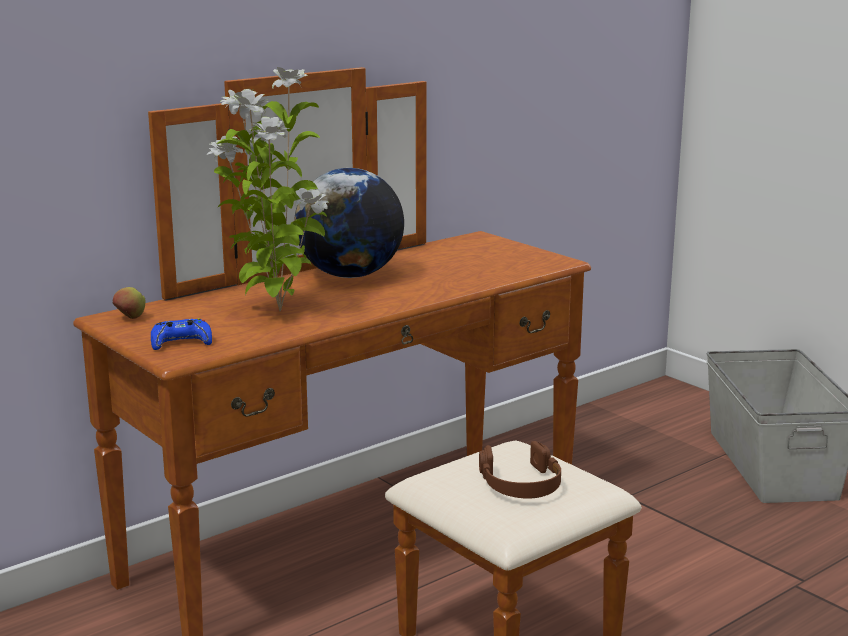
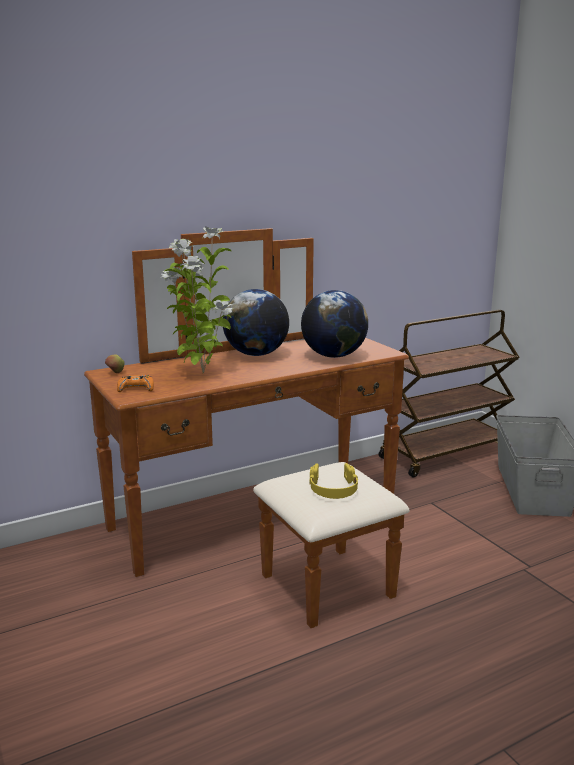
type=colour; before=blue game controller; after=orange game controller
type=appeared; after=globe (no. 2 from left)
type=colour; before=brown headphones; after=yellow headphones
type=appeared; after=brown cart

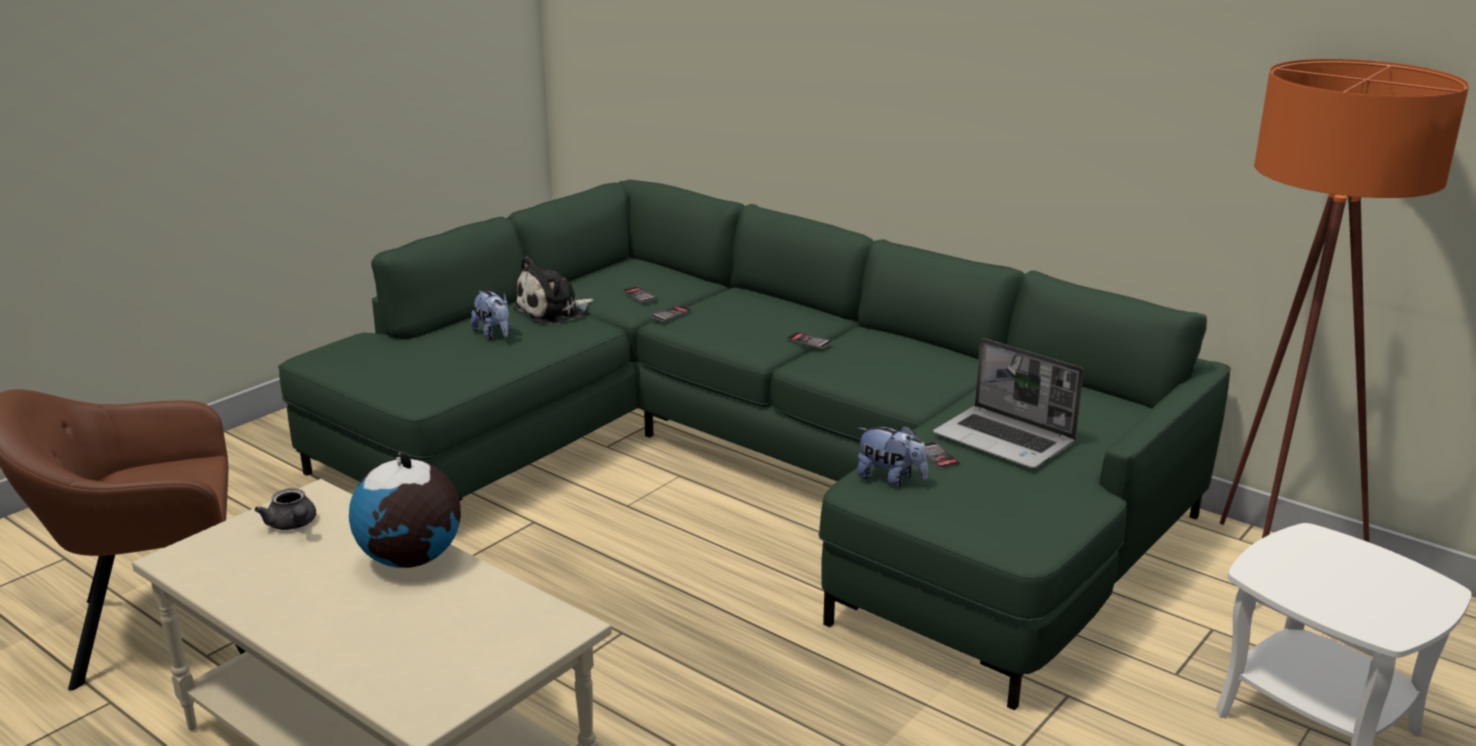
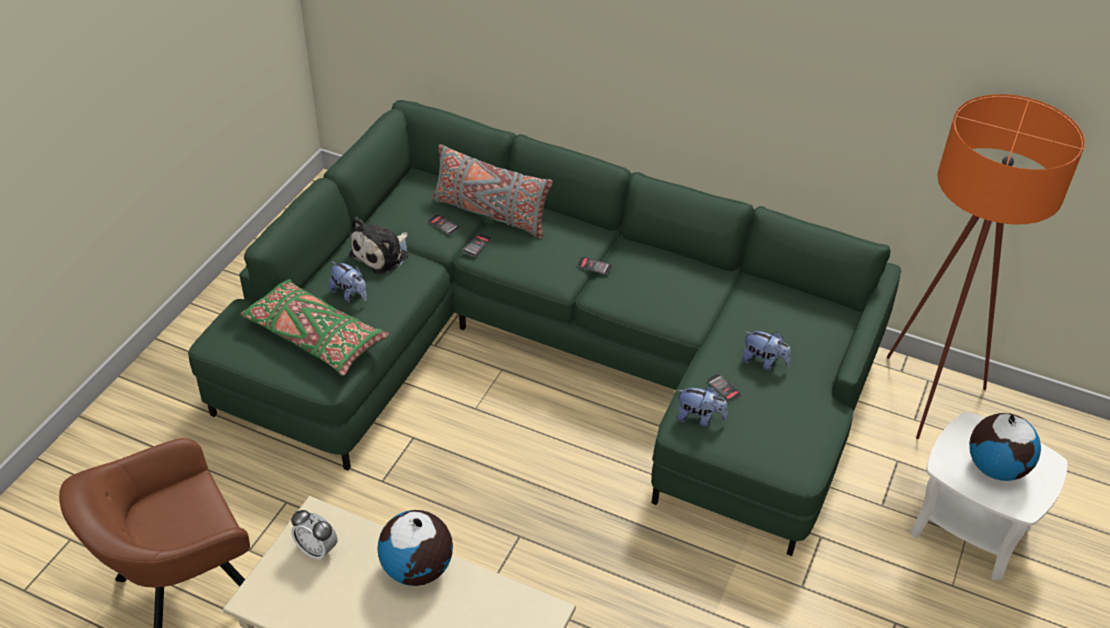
type=appeared; after=green pillow
type=exchanged; before=grey teapot; after=alarm clock
type=appeared; after=grey pillow
type=exchanged; before=laptop; after=plush toy (no. 4 from left)
type=appeared; after=globe (no. 2 from left)

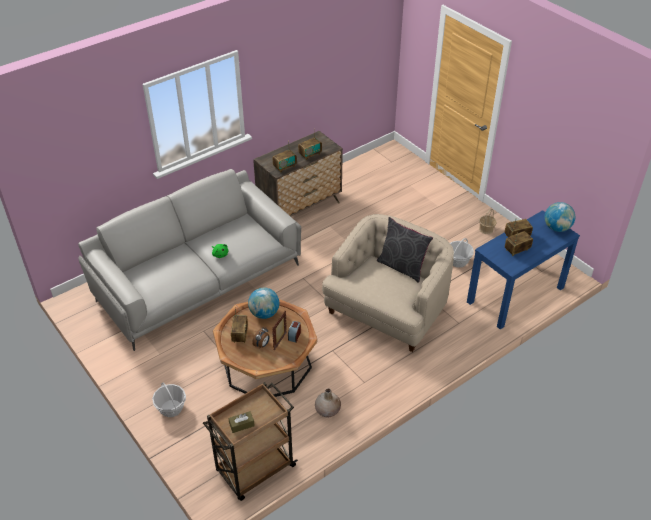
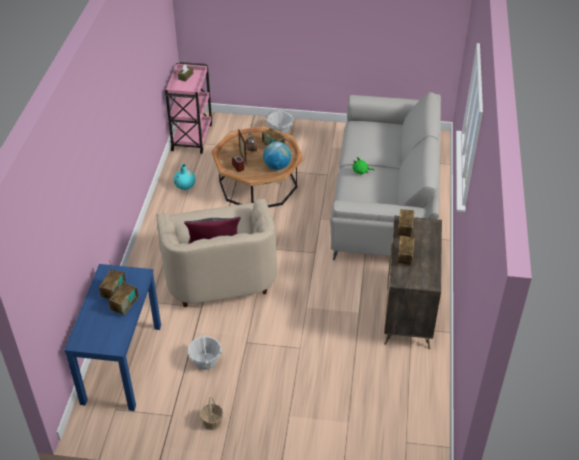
type=colour; before=brown cart; after=pink cart
type=colour; before=beige vase; after=turquoise vase
type=missing; before=globe (no. 2 from left)

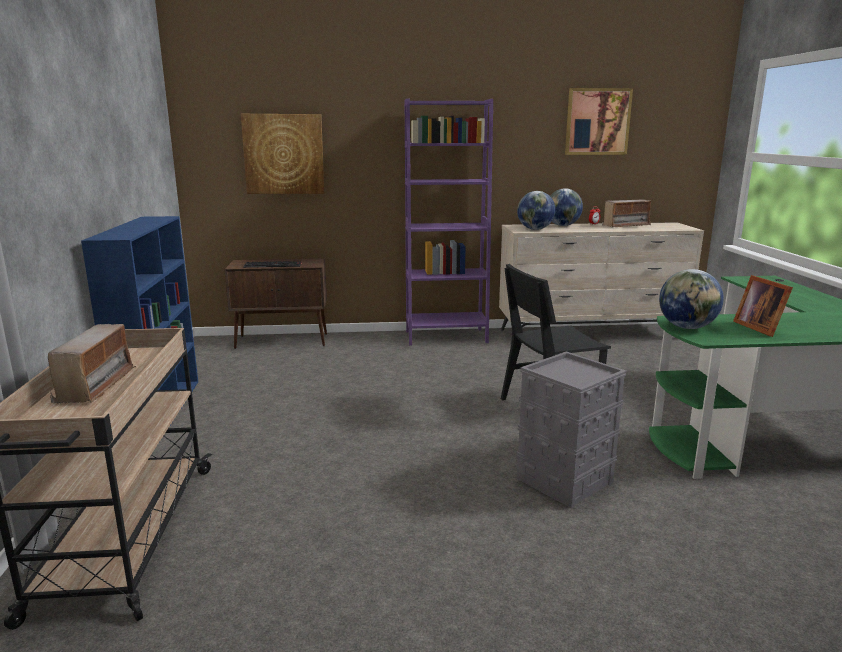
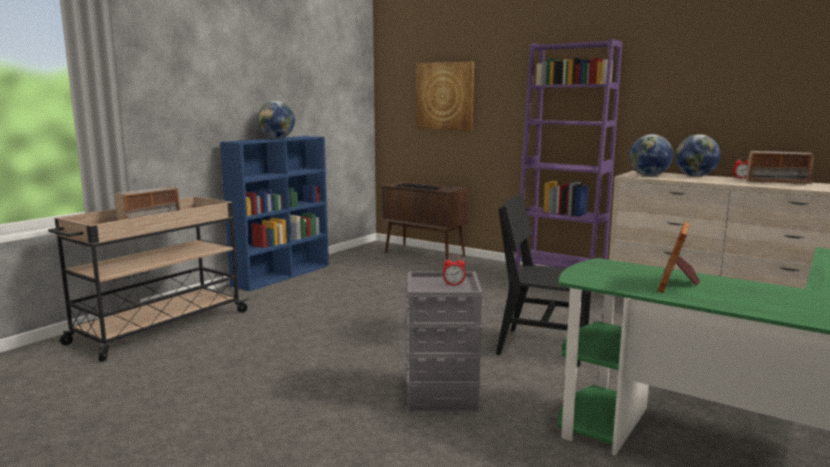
type=relocated; before=globe (no. 3 from left in the first image); after=globe (no. 1 from left)
type=appeared; after=alarm clock (no. 1 from left)
type=missing; before=picture (no. 2 from left)

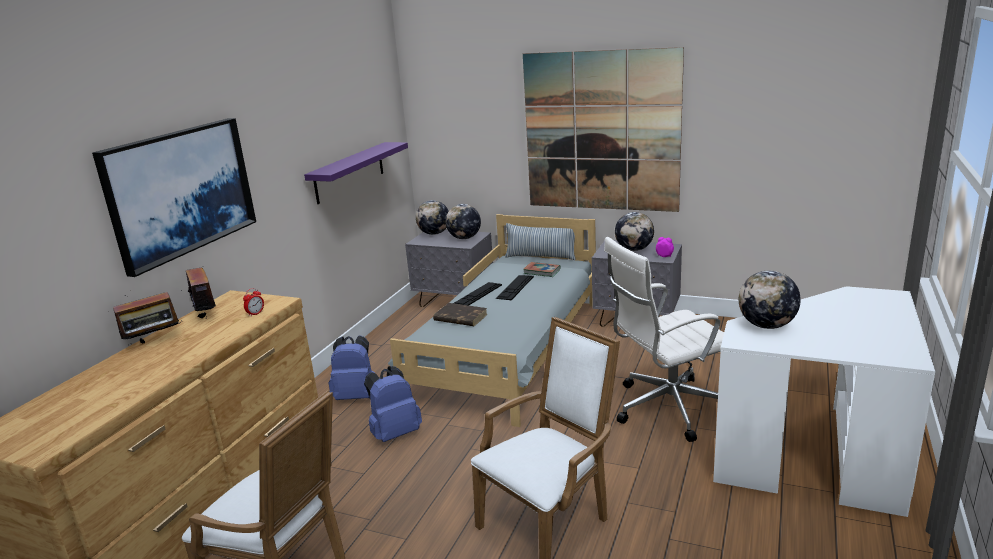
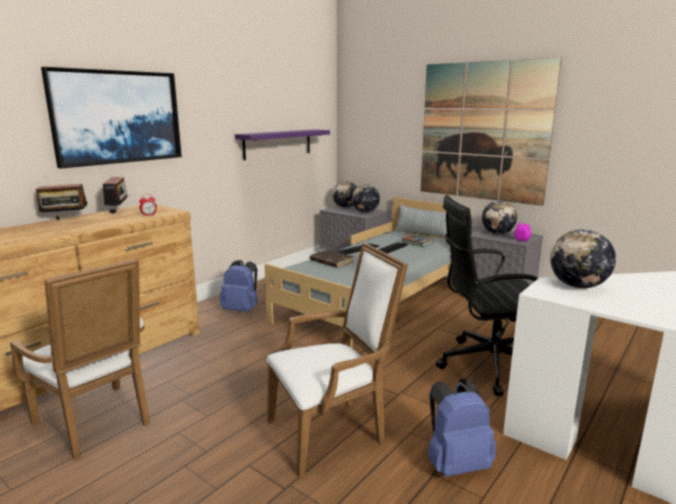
type=relocated; before=blue backpack (no. 2 from left)
type=colour; before=white office chair; after=black office chair

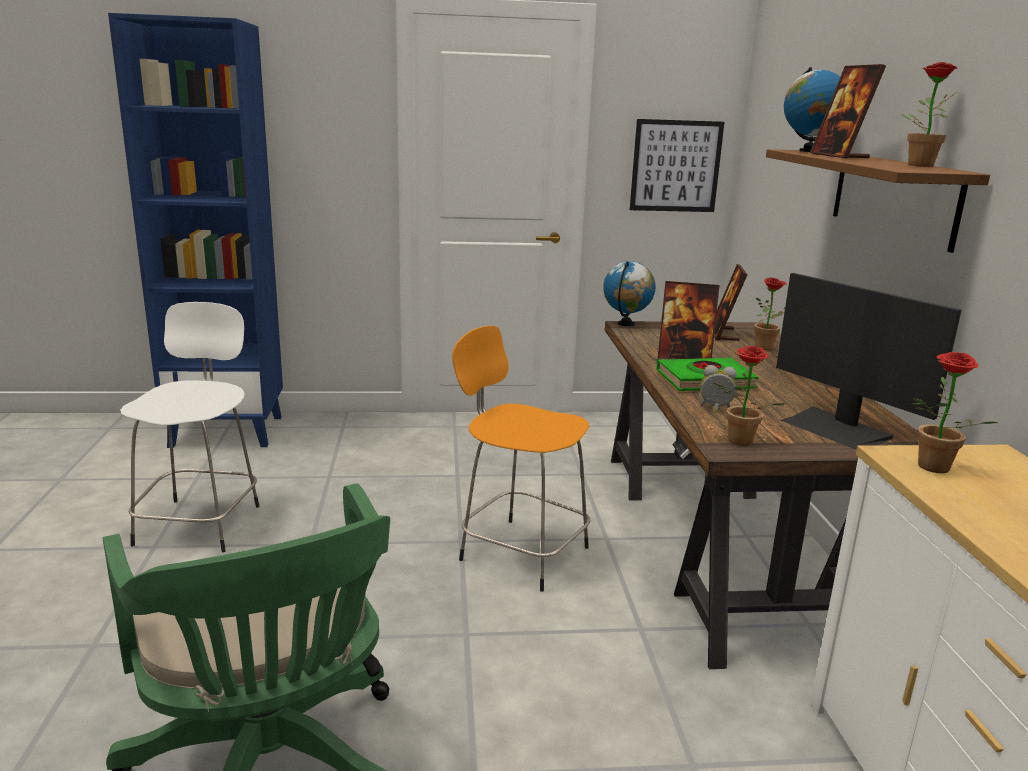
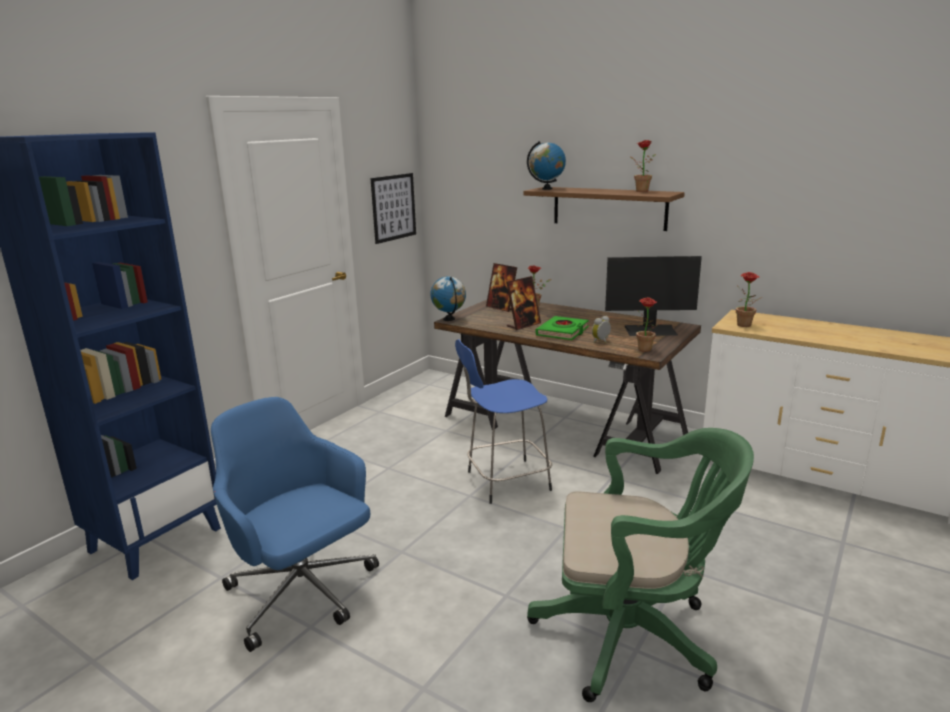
type=exchanged; before=white stool; after=blue office chair
type=colour; before=orange stool; after=blue stool
type=missing; before=picture frame (no. 3 from left)

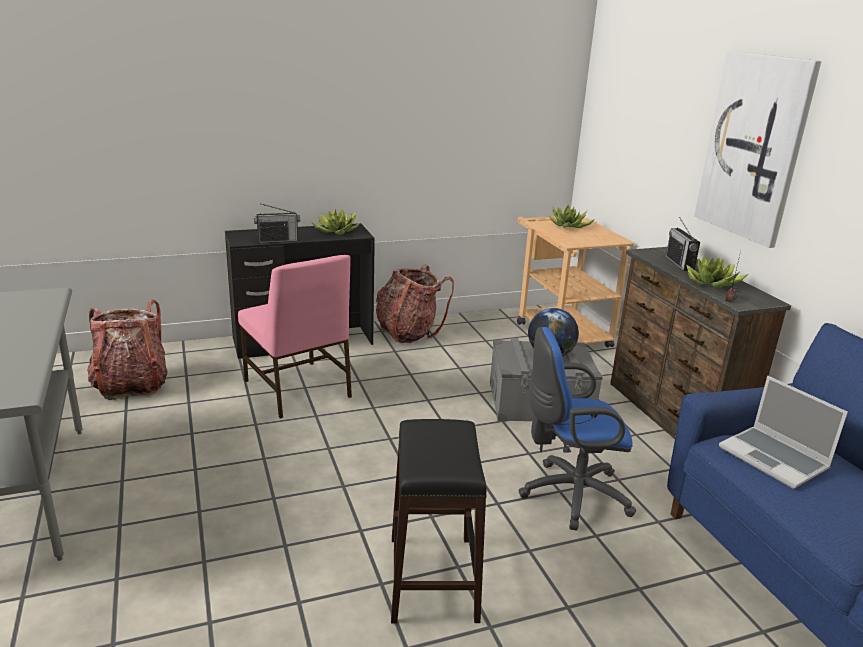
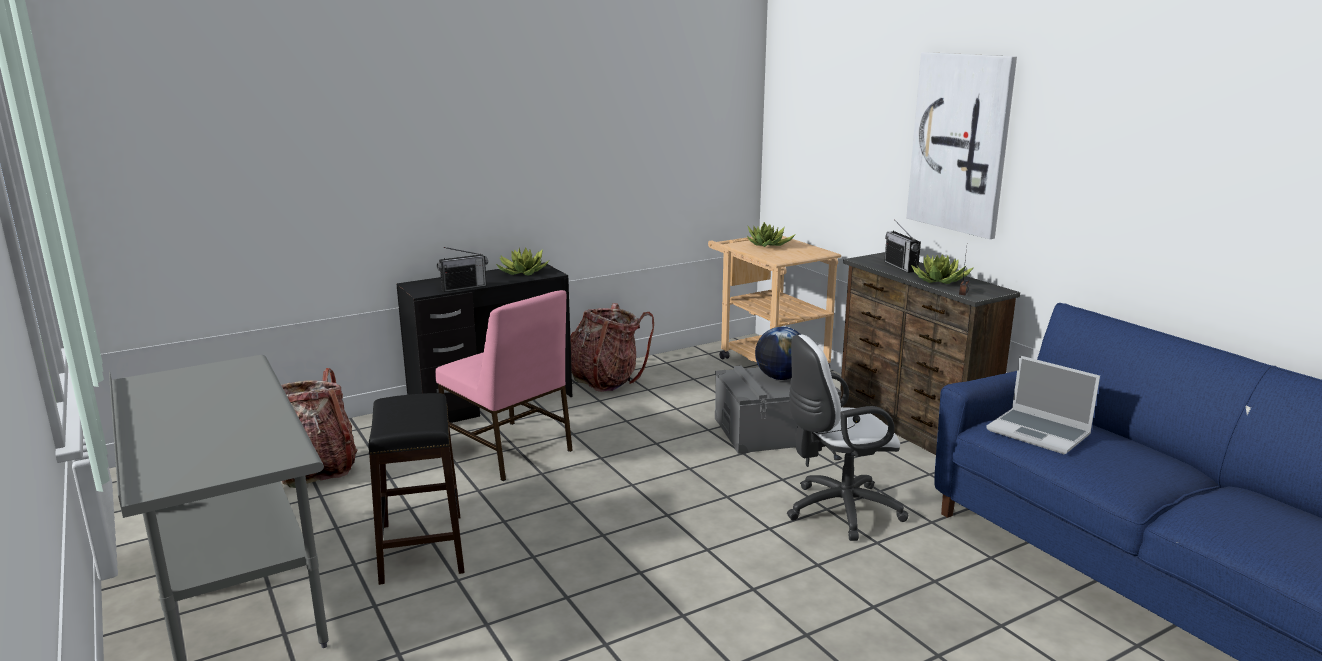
type=relocated; before=black stool
type=colour; before=blue office chair; after=white office chair

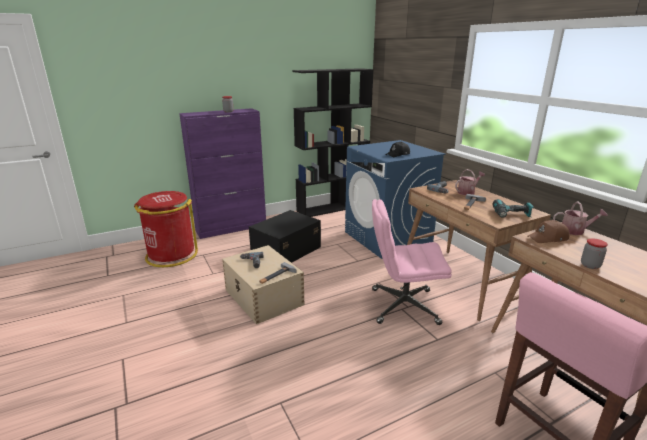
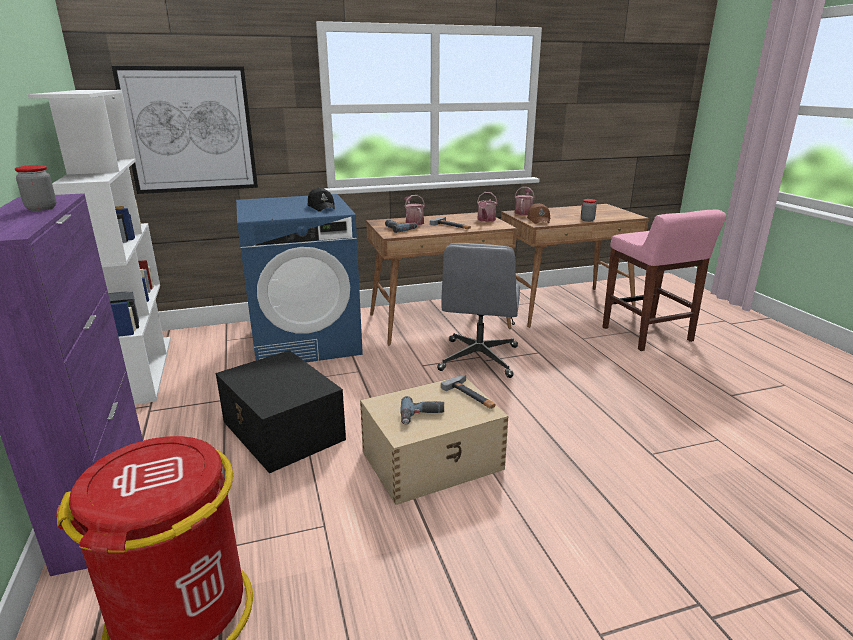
type=colour; before=black bookcase; after=white bookcase
type=appeared; after=picture
type=colour; before=pink office chair; after=grey office chair
type=exchanged; before=power drill (no. 3 from left); after=watering can (no. 2 from left)

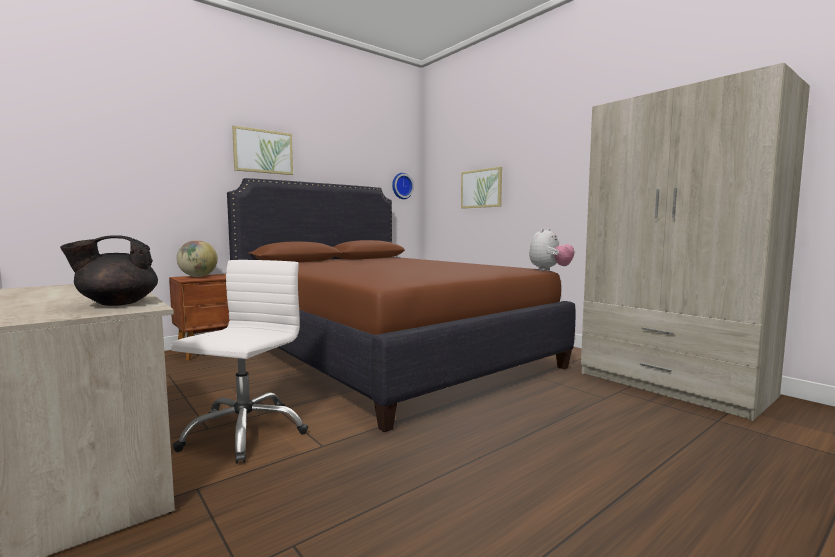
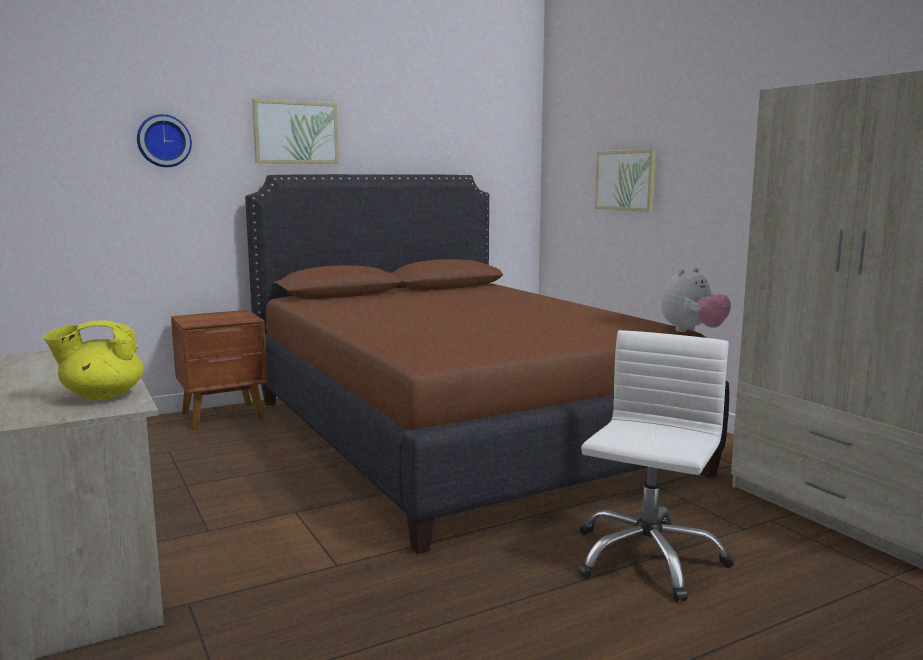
type=colour; before=black teapot; after=yellow teapot
type=relocated; before=wall clock
type=relocated; before=white office chair
type=missing; before=globe

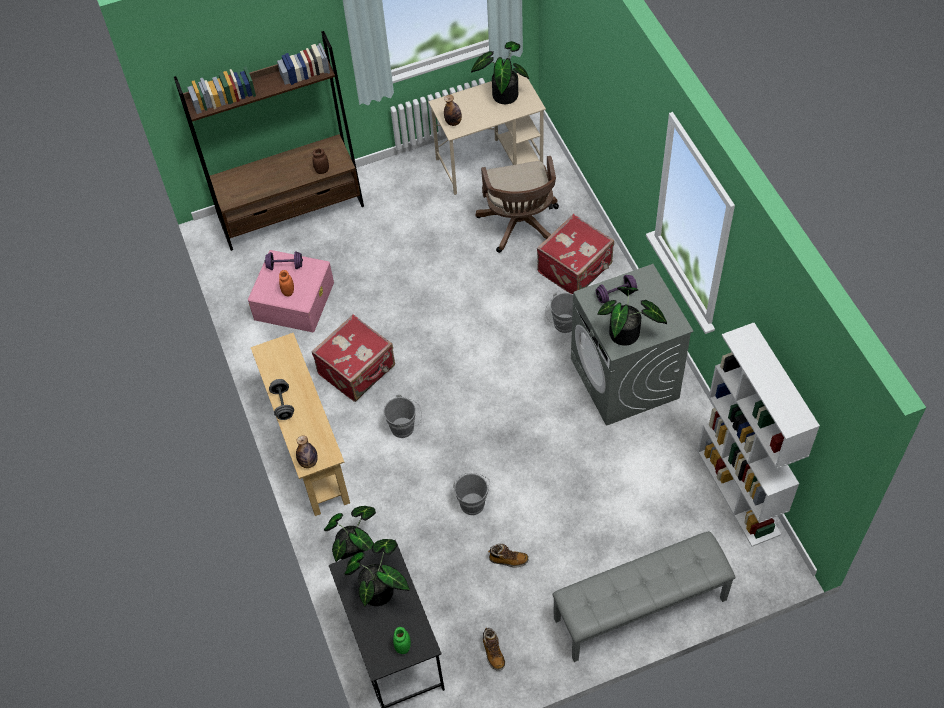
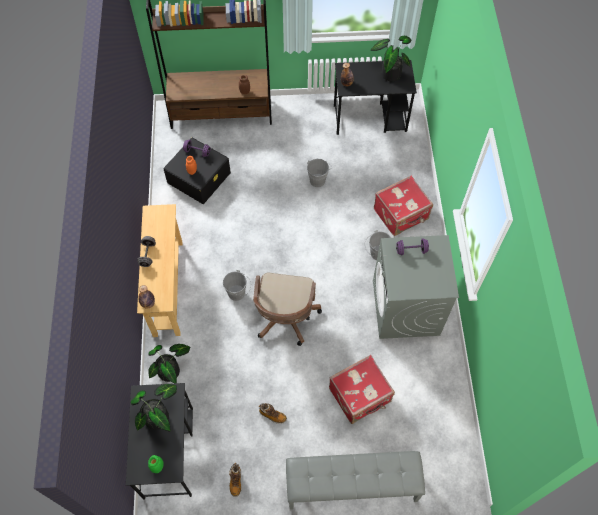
type=colour; before=pink storage box; after=black storage box
type=relocated; before=brown office chair
type=relocated; before=grey bucket (no. 2 from left)
type=relocated; before=red suitcase (no. 1 from left)
type=colour; before=beige desk; after=black desk (no. 2 from left)
type=missing; before=potted plant (no. 4 from left)
type=missing; before=white bookcase

